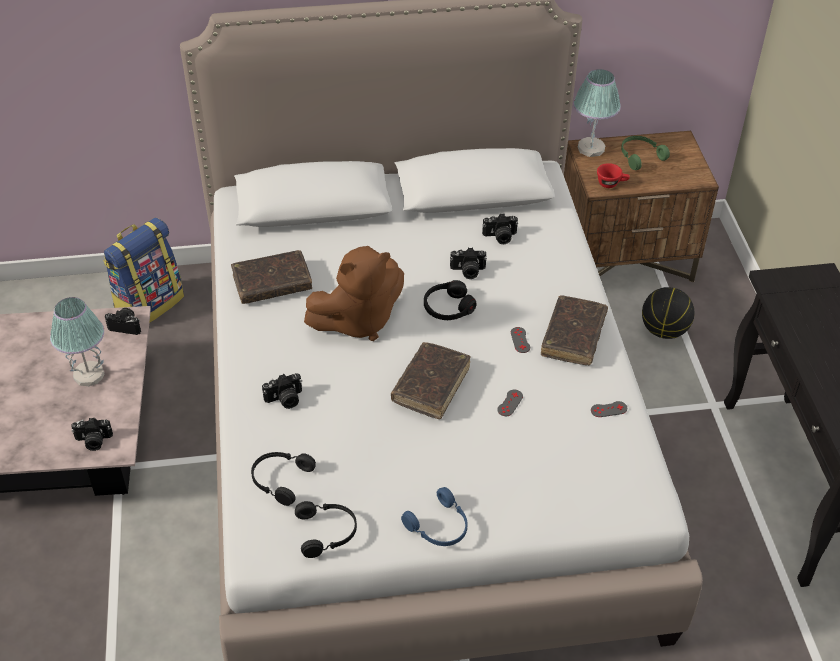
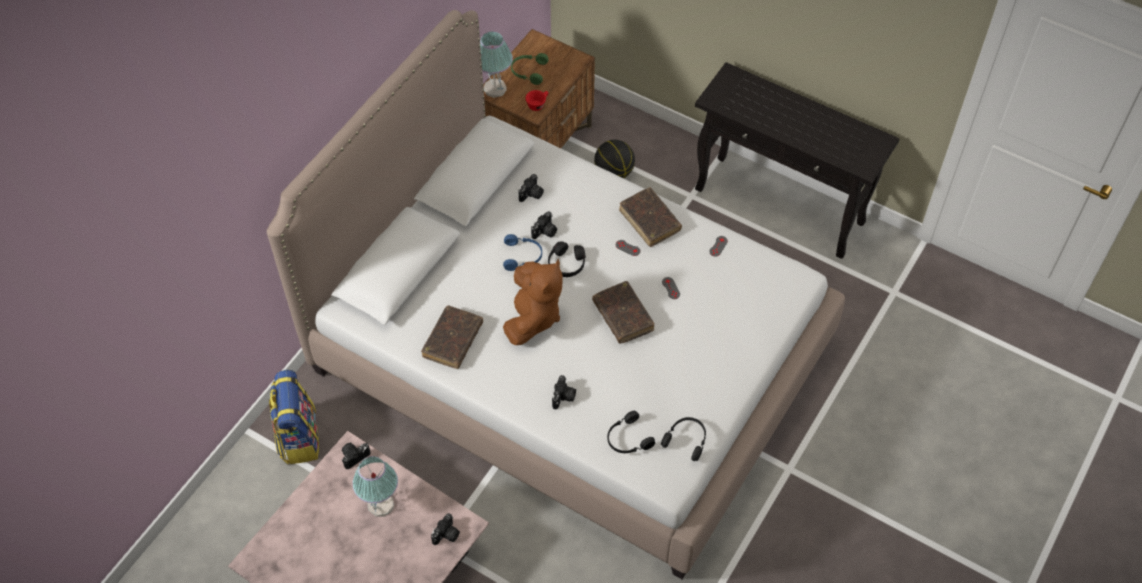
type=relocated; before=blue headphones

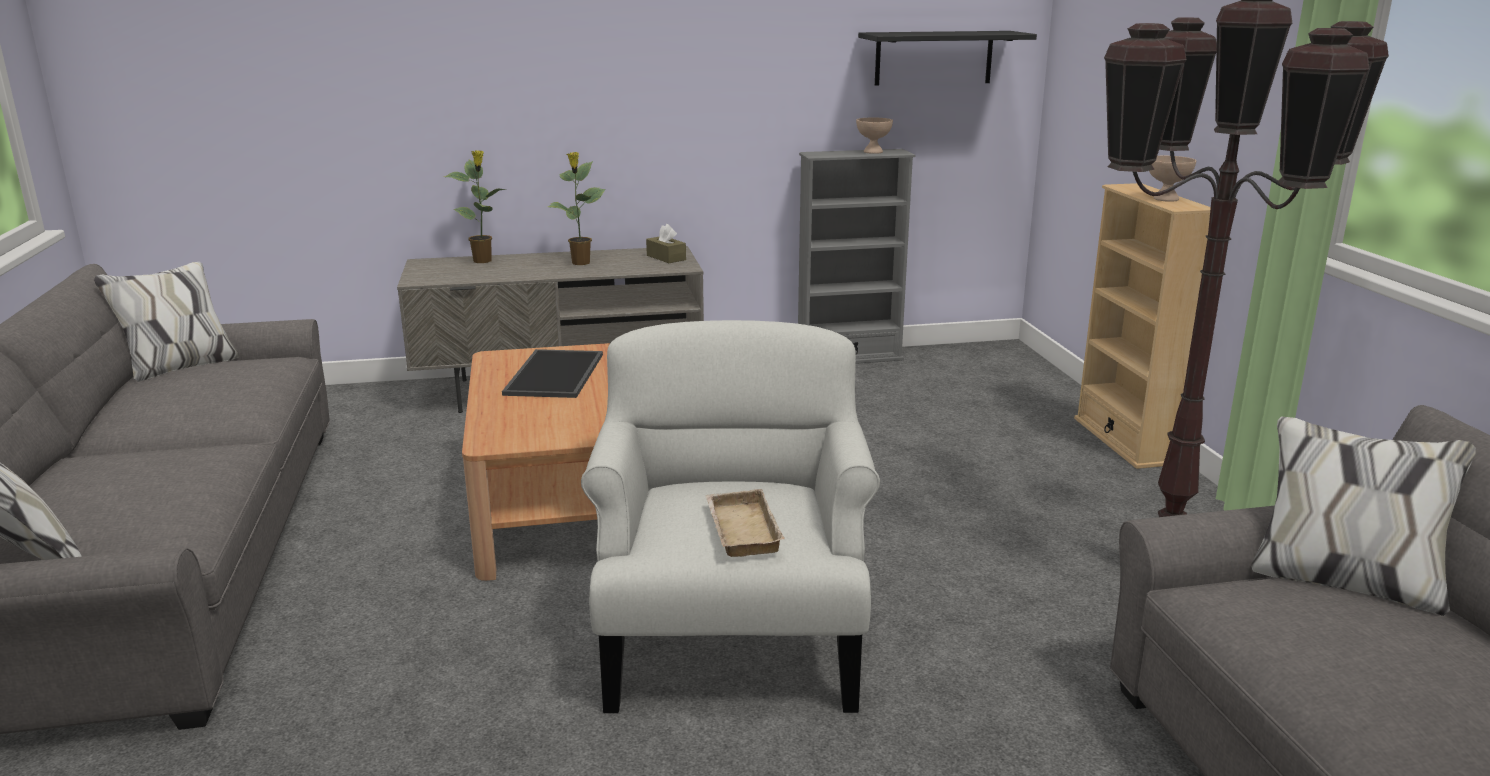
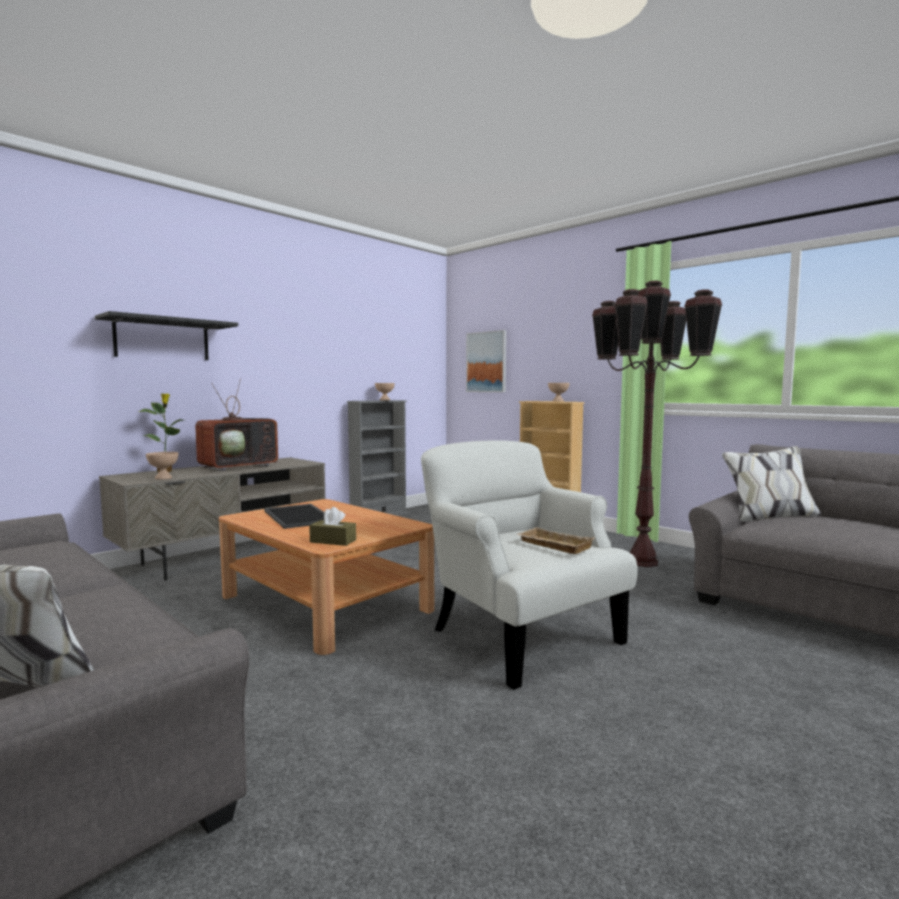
type=relocated; before=black shelf
type=appeared; after=beige bowl (no. 1 from left)
type=exchanged; before=potted plant (no. 2 from left); after=television
type=relocated; before=brown tissue box
type=appeared; after=picture

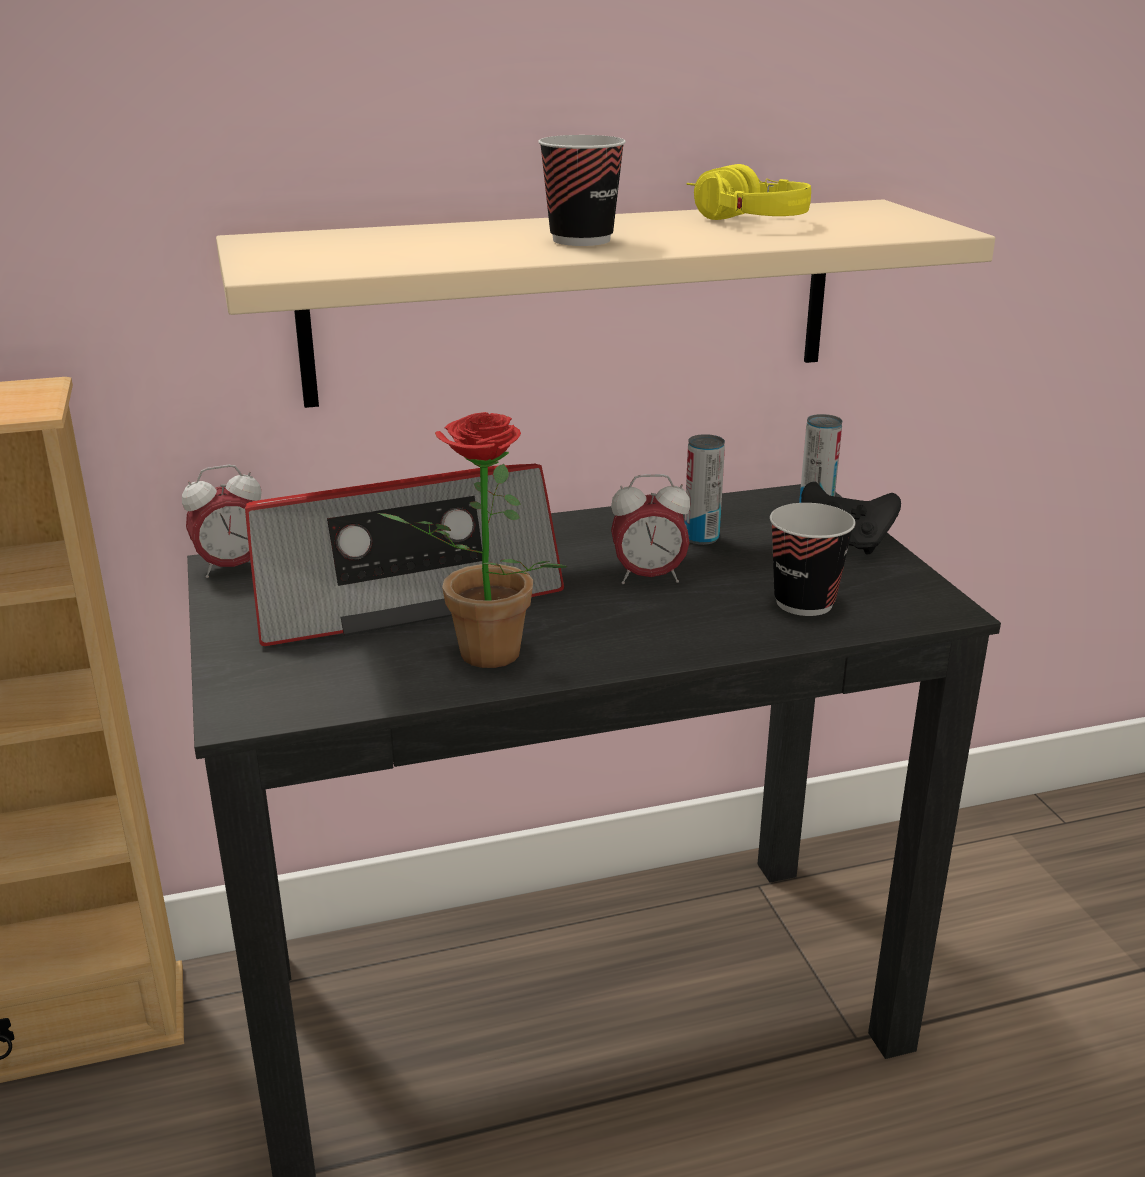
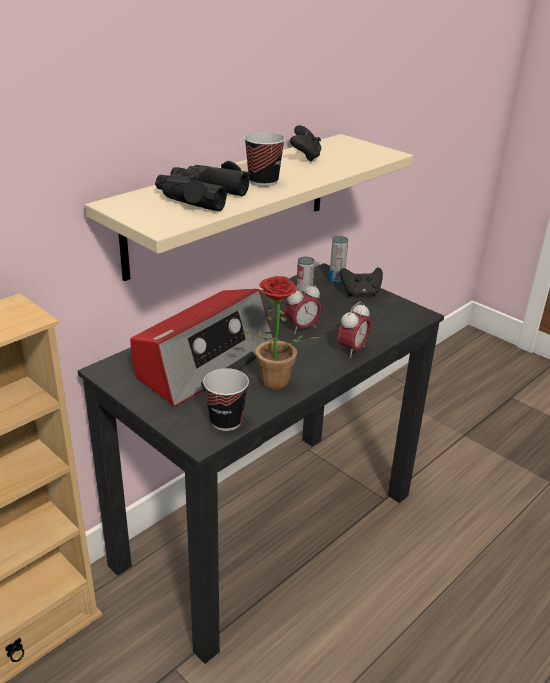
type=appeared; after=black binoculars
type=relocated; before=cup (no. 2 from left in the first image); after=cup (no. 1 from left)
type=exchanged; before=yellow headphones; after=black game controller (no. 1 from left)
type=relocated; before=alarm clock (no. 1 from left in the first image); after=alarm clock (no. 2 from left)

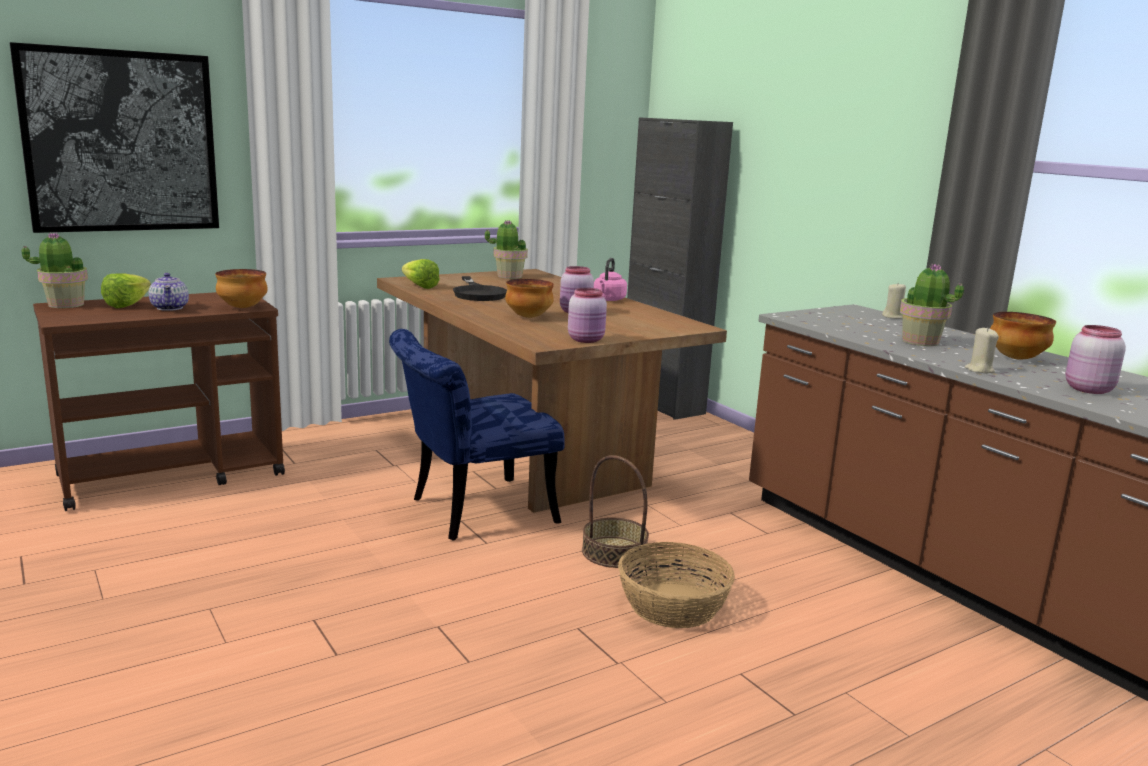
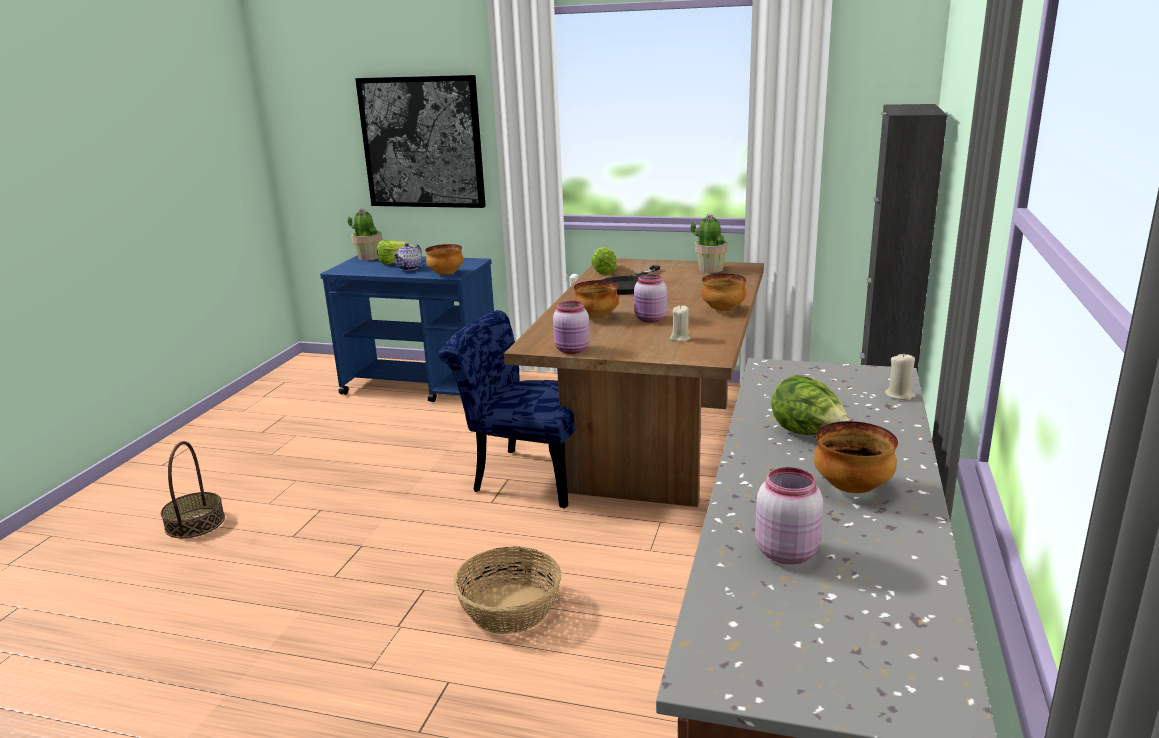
type=relocated; before=basket (no. 1 from left)
type=colour; before=brown cart; after=blue cart
type=relocated; before=beige candle (no. 2 from left in the first image); after=beige candle (no. 1 from left)
type=exchanged; before=pink kettle; after=bowl (no. 3 from left)
type=exchanged; before=potted plant (no. 3 from left); after=lettuce (no. 3 from left)

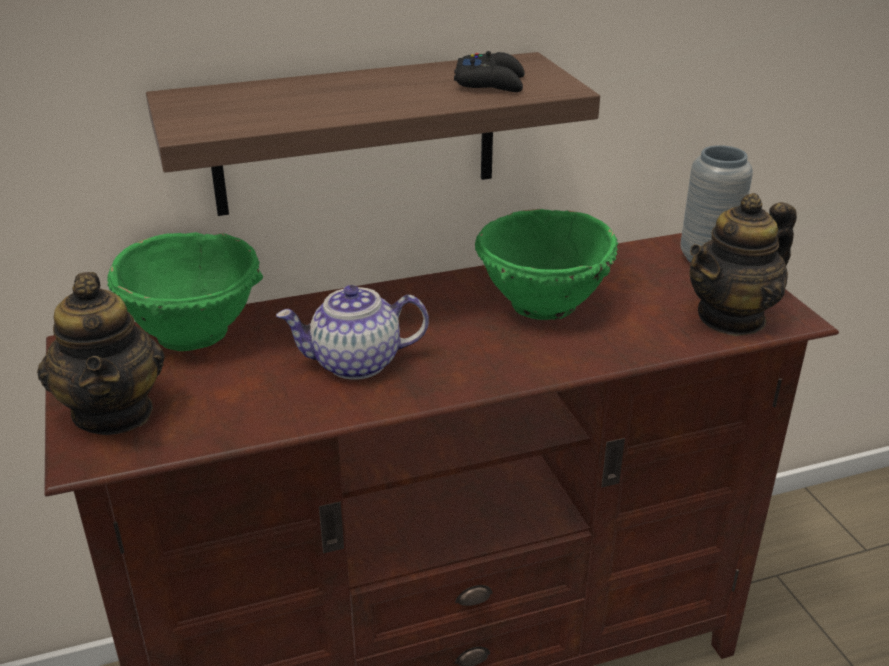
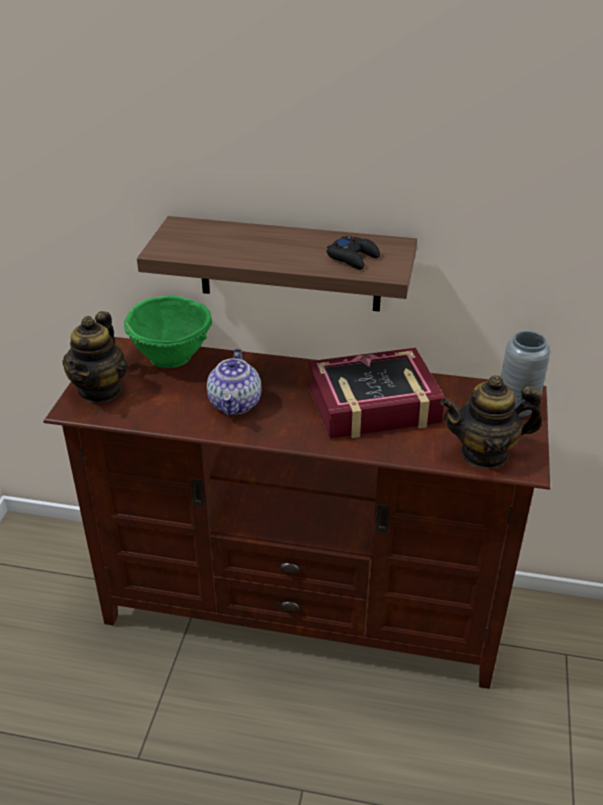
type=spun; before=teapot (no. 2 from left); turn=-105
type=exchanged; before=green bowl (no. 2 from left); after=book

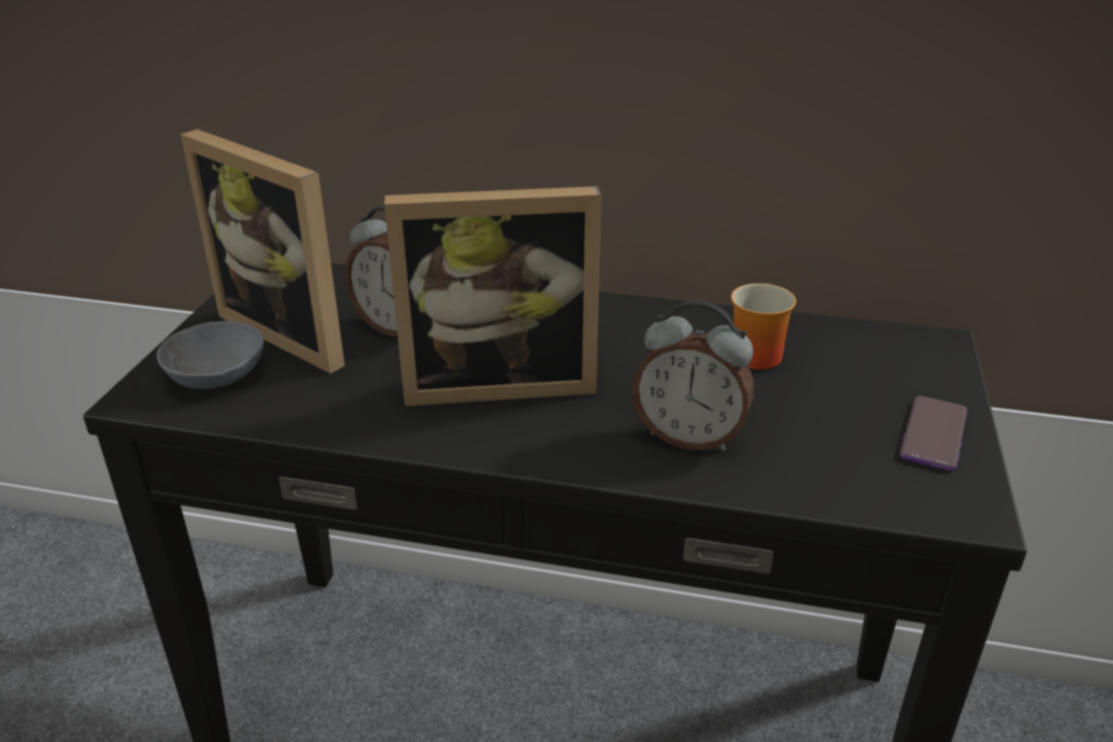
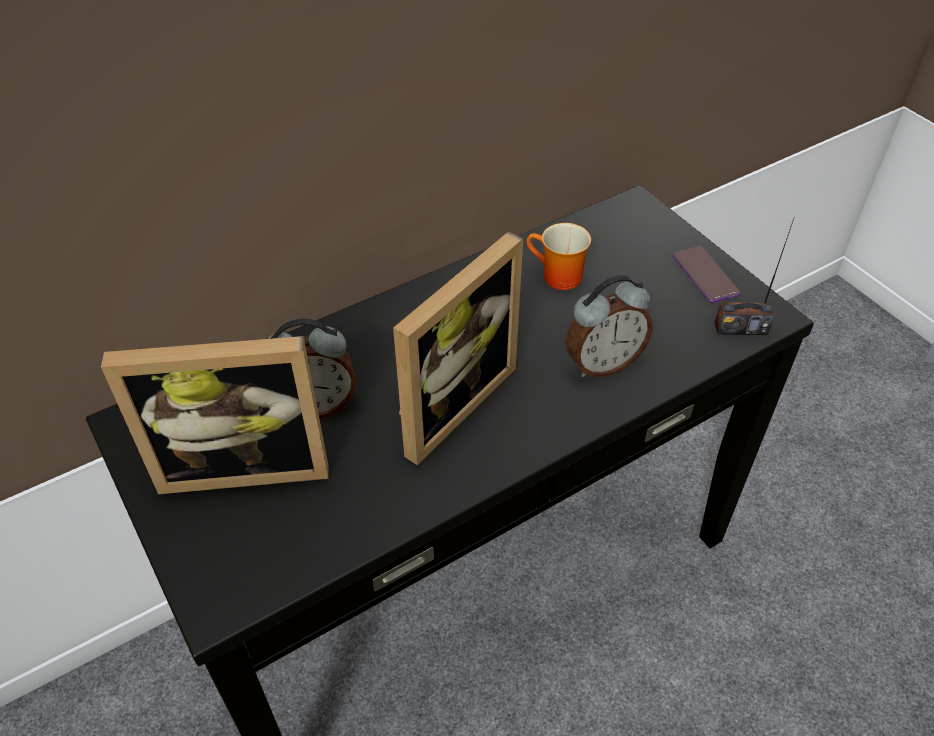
type=appeared; after=radio
type=missing; before=grey bowl

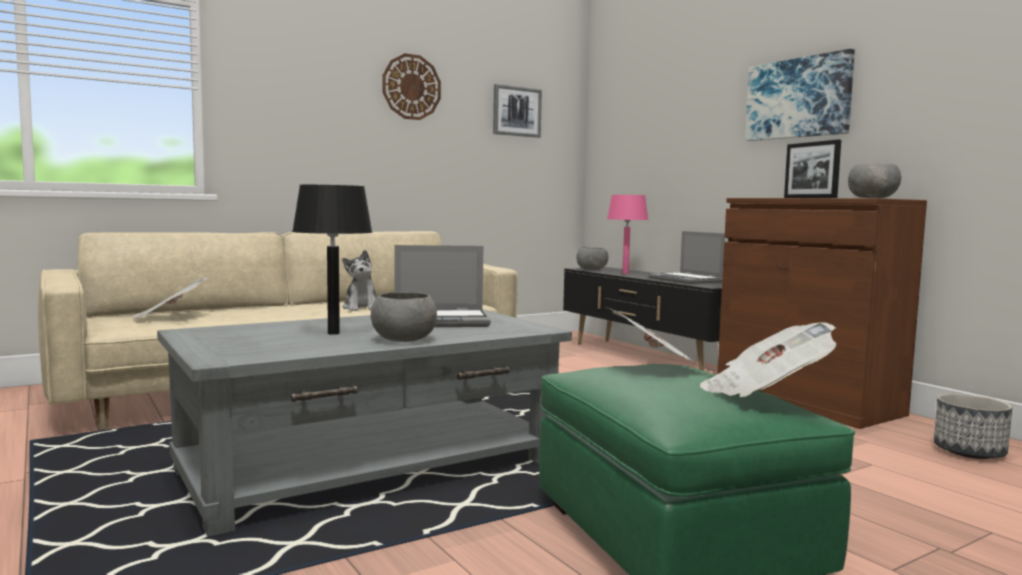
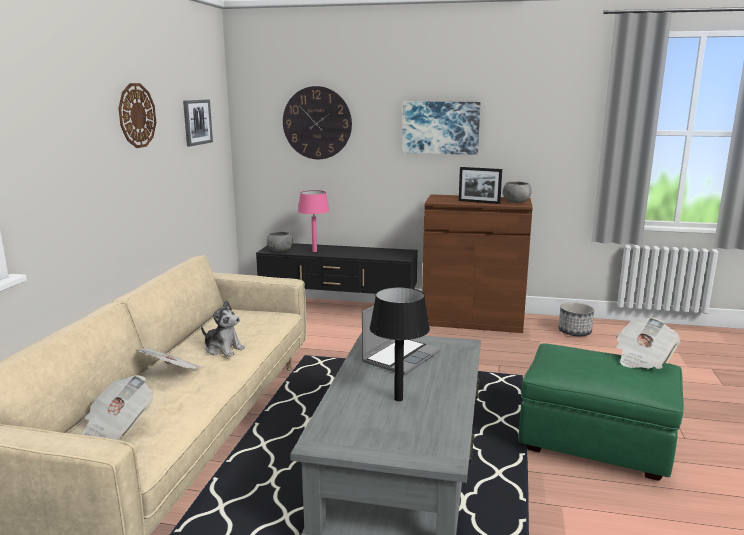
type=relocated; before=newspaper (no. 2 from left)
type=appeared; after=wall clock (no. 2 from left)
type=missing; before=grey bowl (no. 1 from left)
type=missing; before=laptop (no. 2 from left)

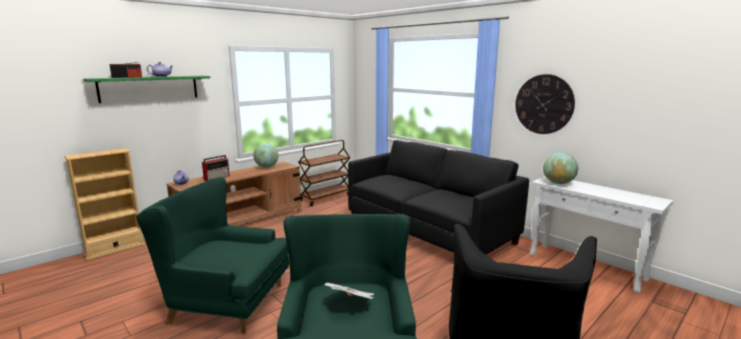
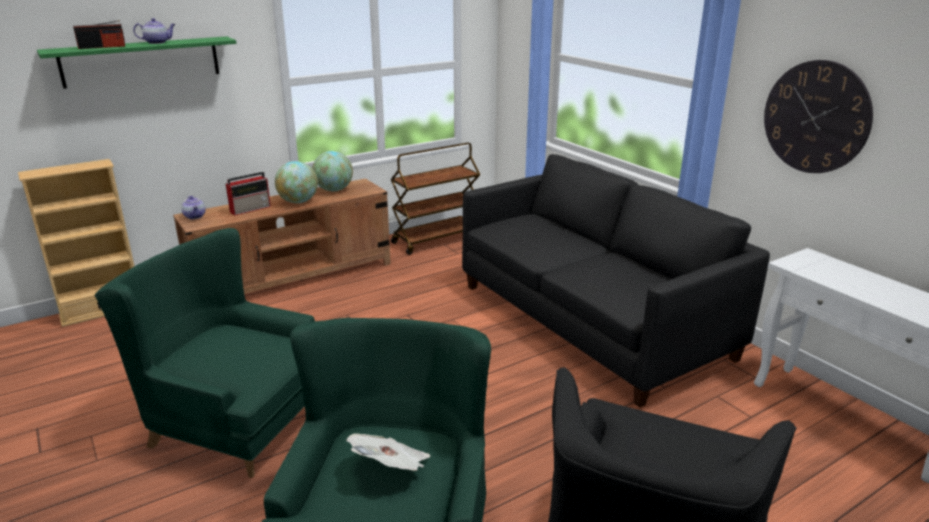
type=relocated; before=globe (no. 2 from left in the first image); after=globe (no. 1 from left)

